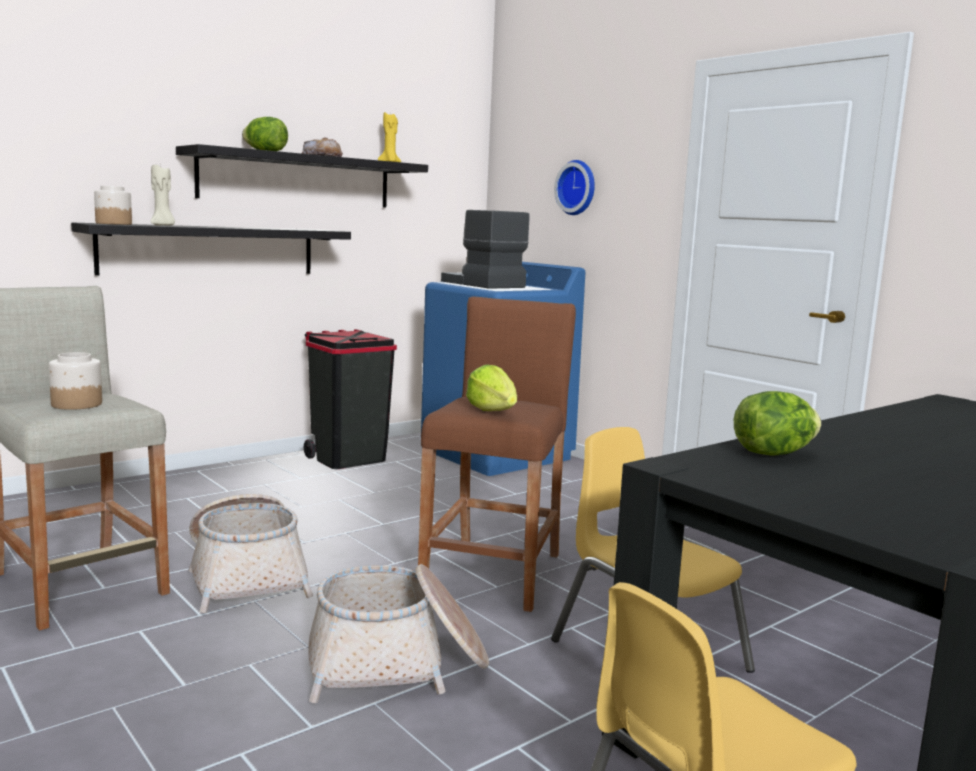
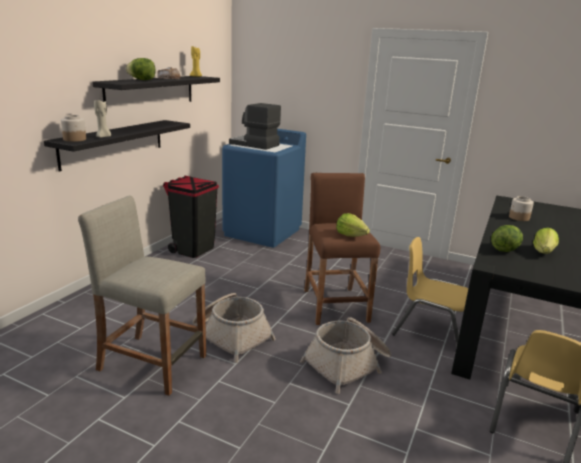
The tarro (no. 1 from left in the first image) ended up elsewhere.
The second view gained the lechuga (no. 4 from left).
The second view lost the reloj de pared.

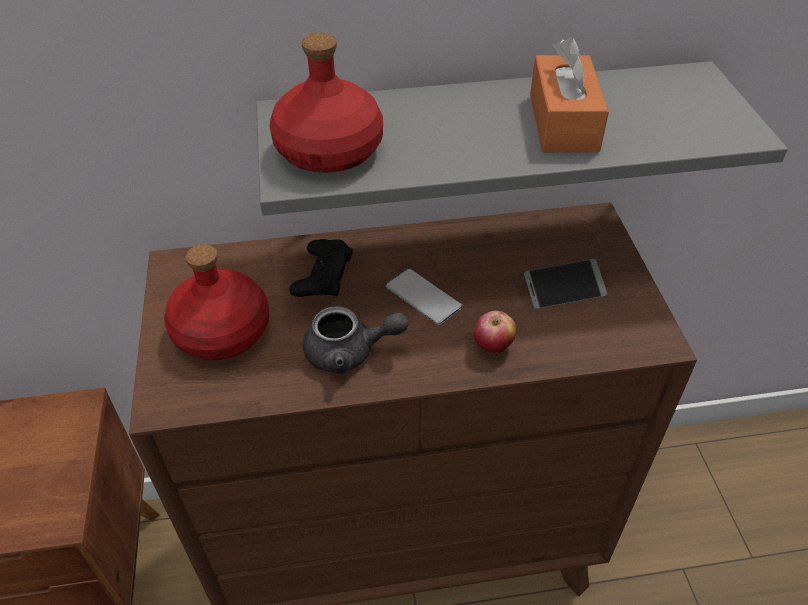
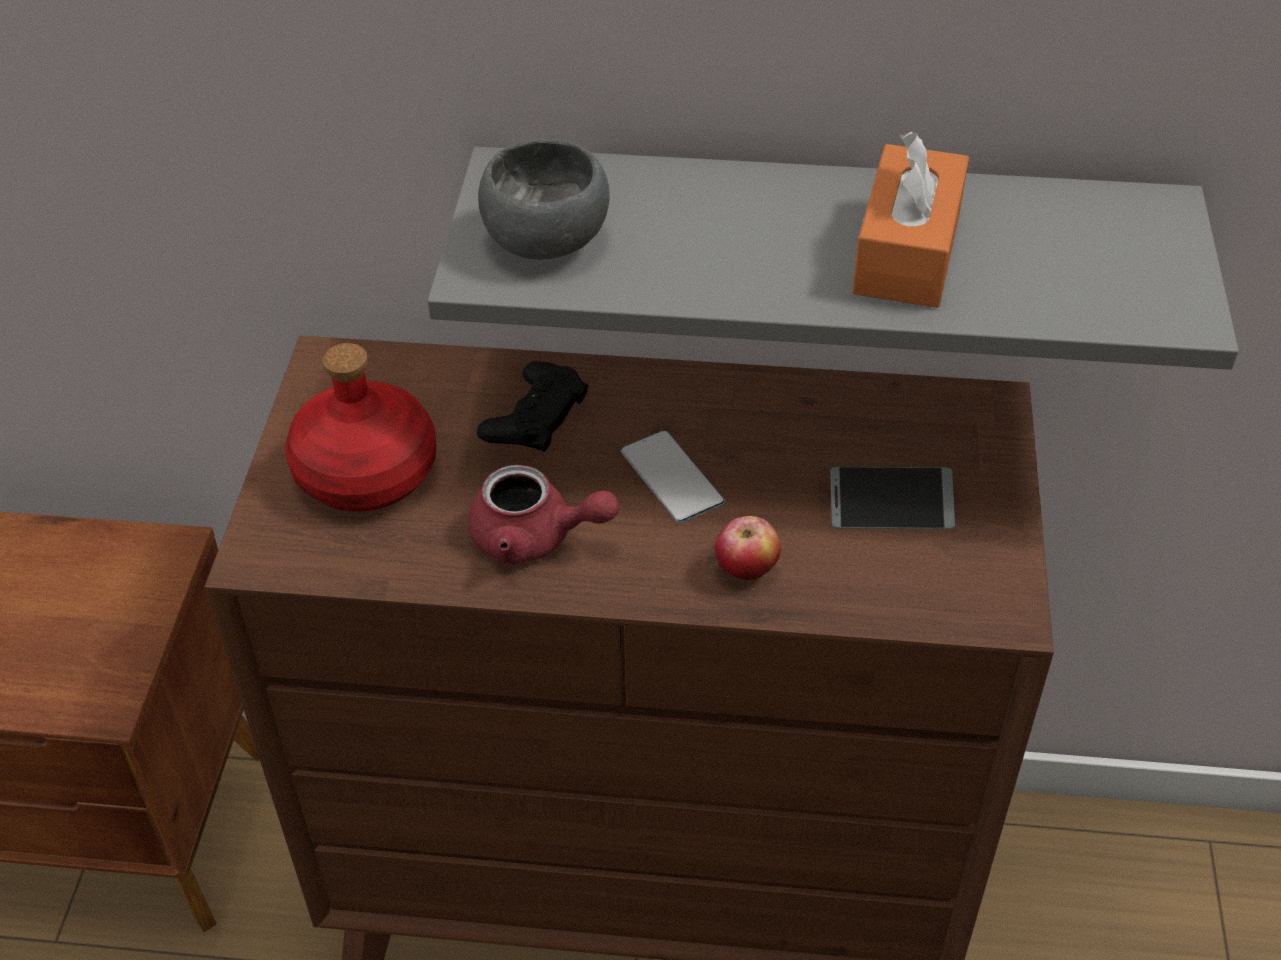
What was the tetera (gris) turned into the tetera (rojo).
Where the botella (rojo) (no. 2 from left) stood, the cuenco (gris) came to stand.

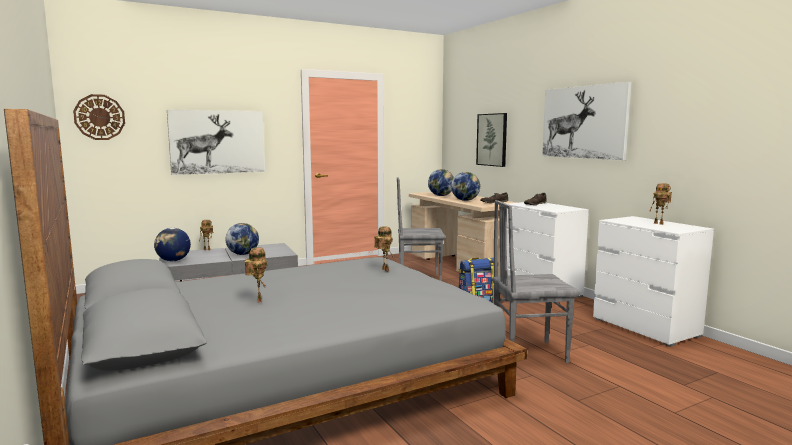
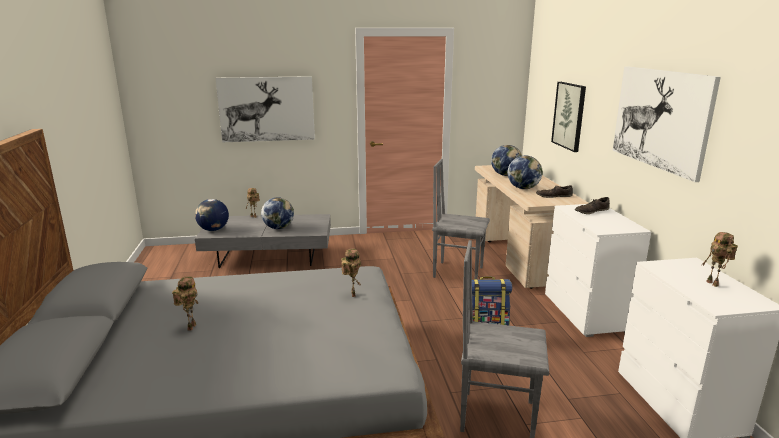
The second view lost the reloj de pared.

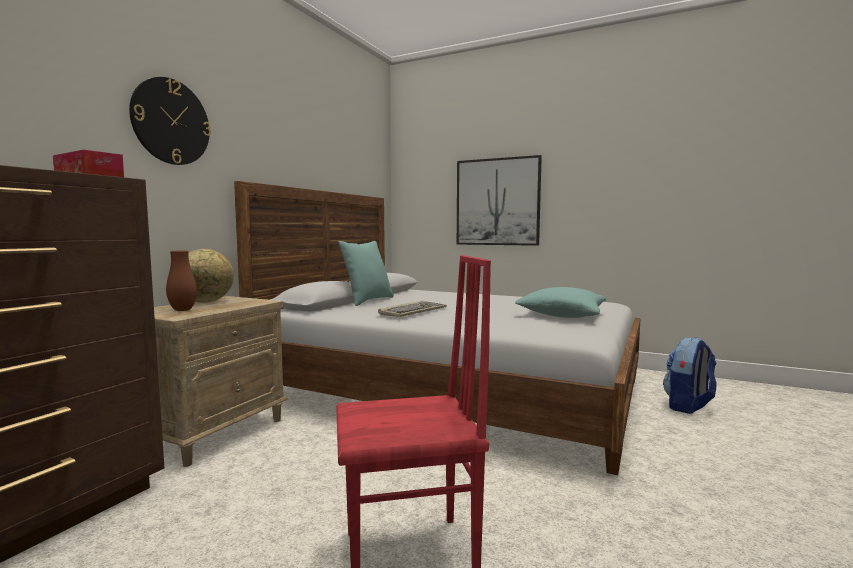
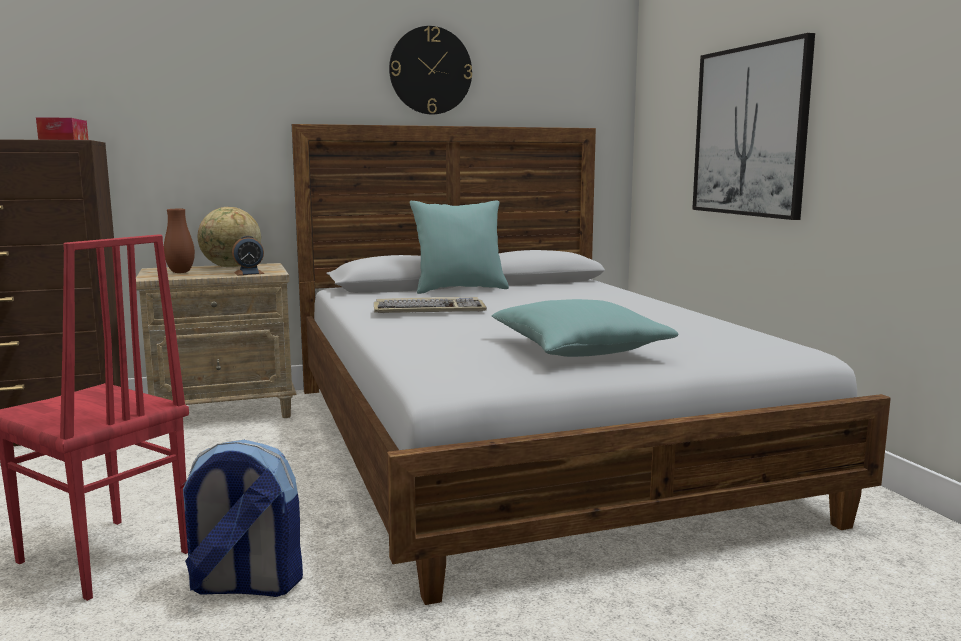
The mochila ended up elsewhere.
The second view gained the despertador.
The reloj de pared ended up elsewhere.

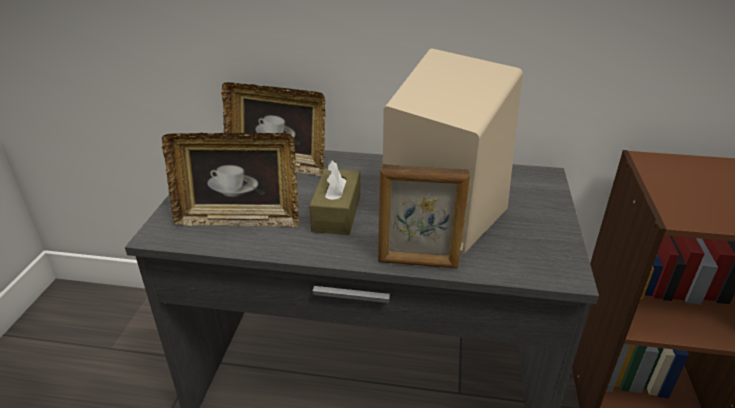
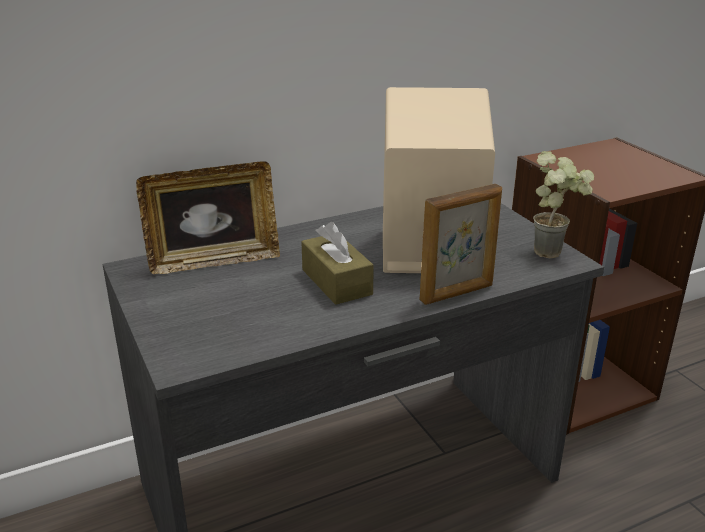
The second view gained the planta en maceta.
The second view lost the portarretratos (no. 1 from left).

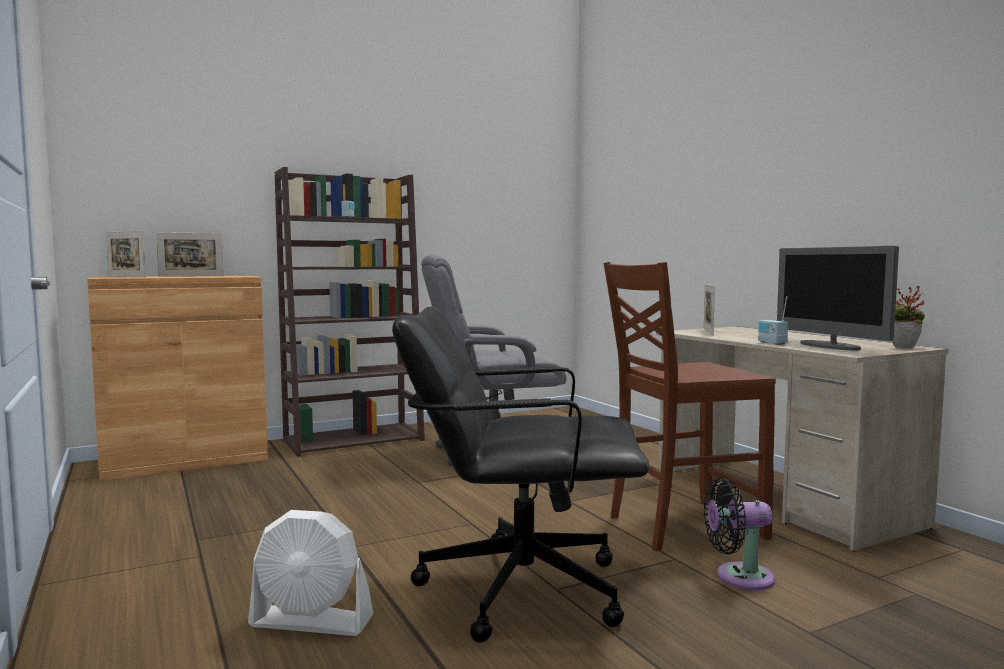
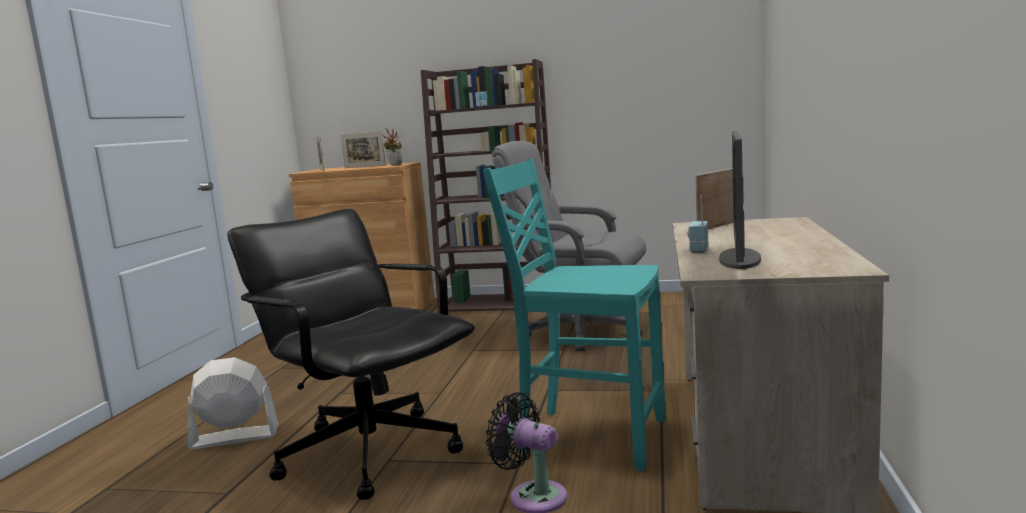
The ventilador (blanco) ended up facing another way, 120 degrees clockwise from before.
The planta en maceta ended up elsewhere.
What was the silla (marrón) turned into the silla (turquesa).

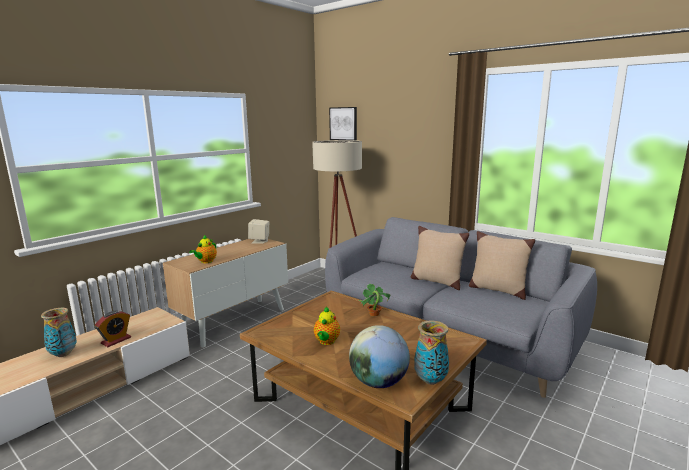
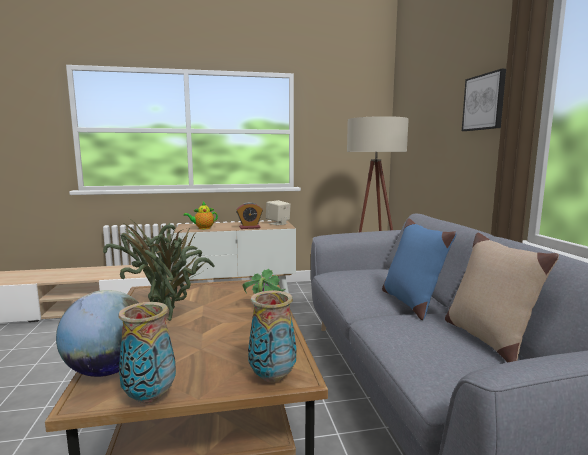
Where the tetera (no. 2 from left) stood, the planta en maceta (no. 1 from left) came to stand.
The despertador ended up elsewhere.
The florero (no. 1 from left in the first image) ended up elsewhere.
What was the cojín (beis) (no. 1 from left) turned into the cojín (azul).
The cuadro ended up elsewhere.

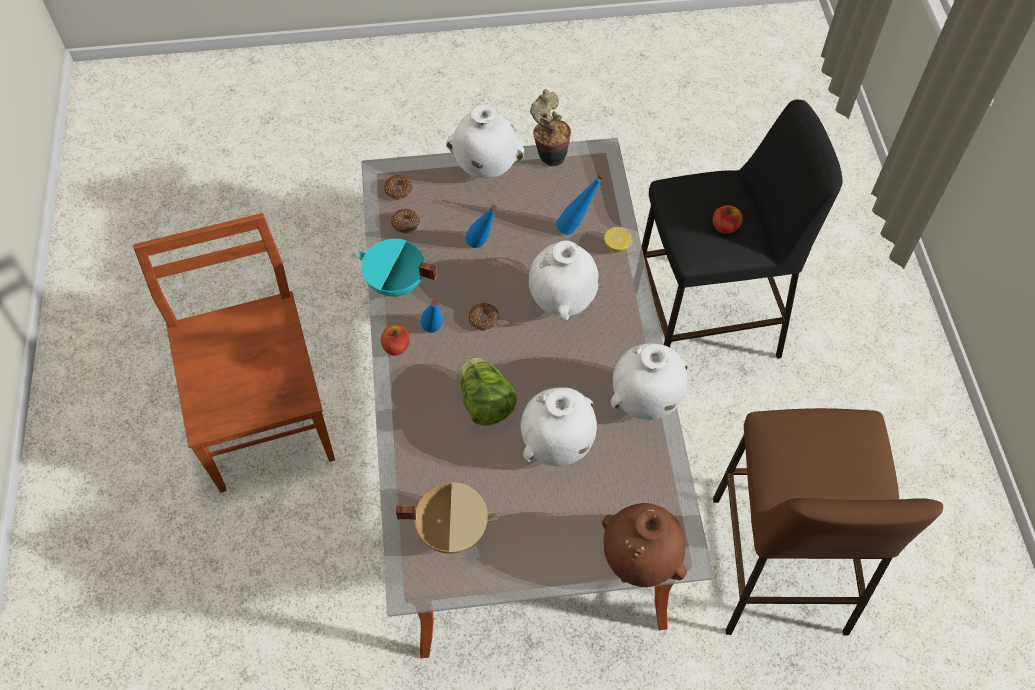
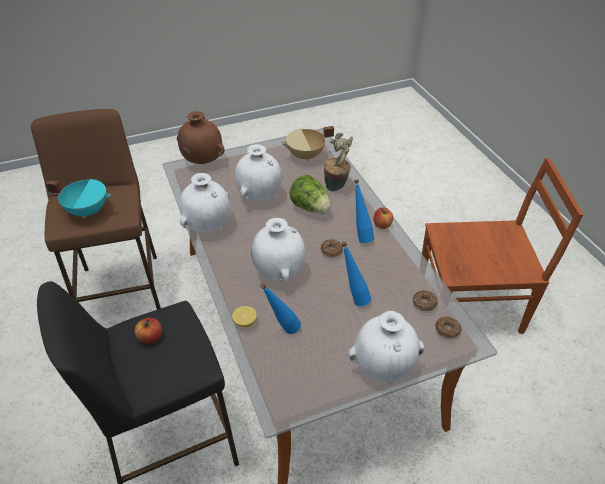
The olla (turquesa) ended up elsewhere.
The planta en maceta ended up elsewhere.
The silla (marrón) ended up facing another way, 60 degrees counterclockwise from before.

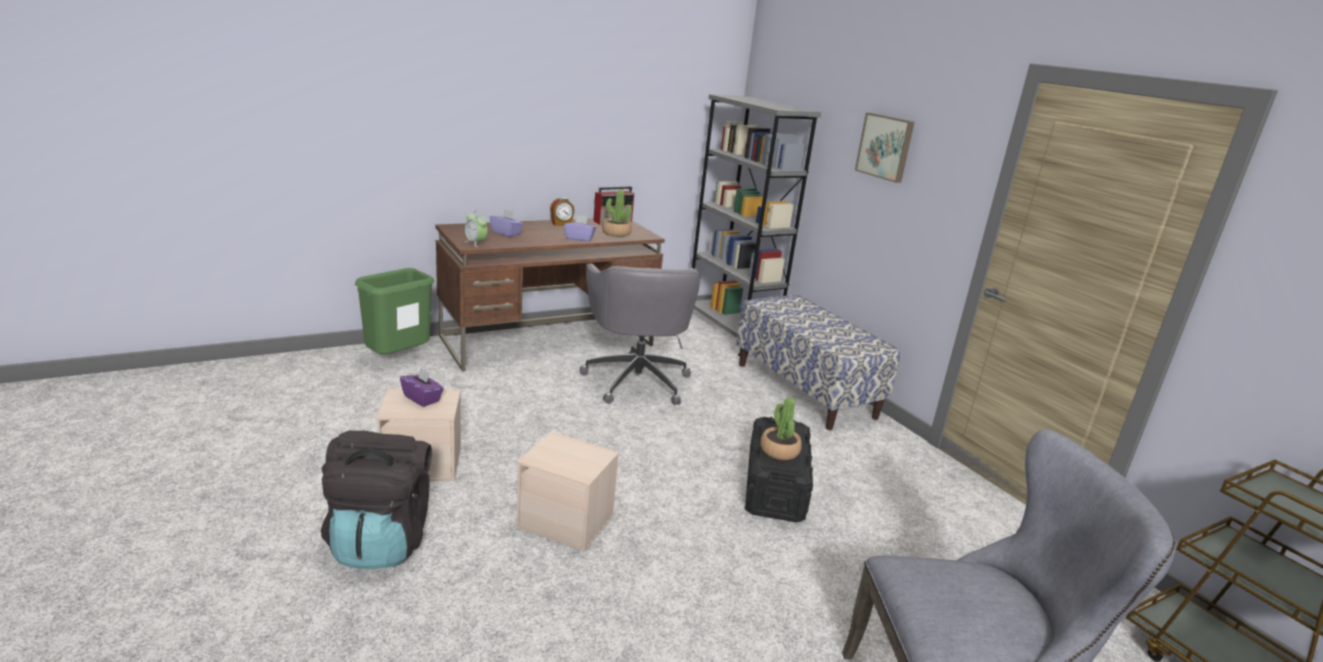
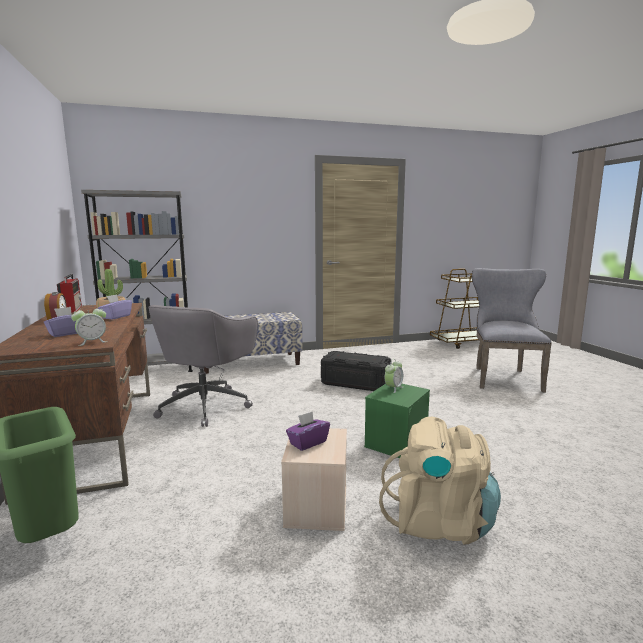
The silla de oficina (gris) ended up facing another way, 105 degrees clockwise from before.
What was the caja de almacenaje (beis) (no. 2 from left) turned into the caja de almacenaje (verde).
What was the mochila (negro) turned into the mochila (beis).
The second view gained the despertador (no. 3 from left).
The second view lost the planta en maceta (no. 2 from left).
The second view lost the cuadro.

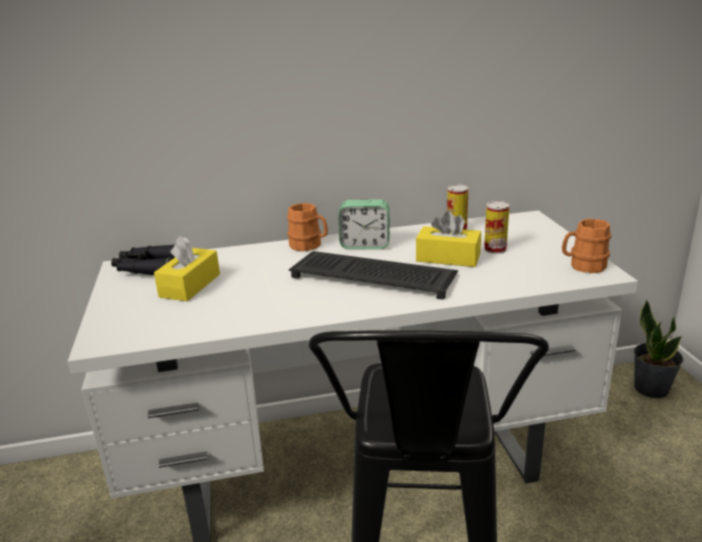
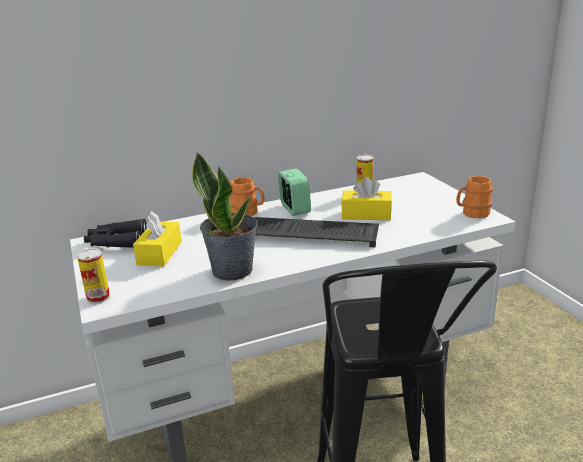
The lata (no. 2 from left in the first image) ended up elsewhere.
The planta en maceta ended up elsewhere.
The despertador ended up facing another way, 105 degrees counterclockwise from before.

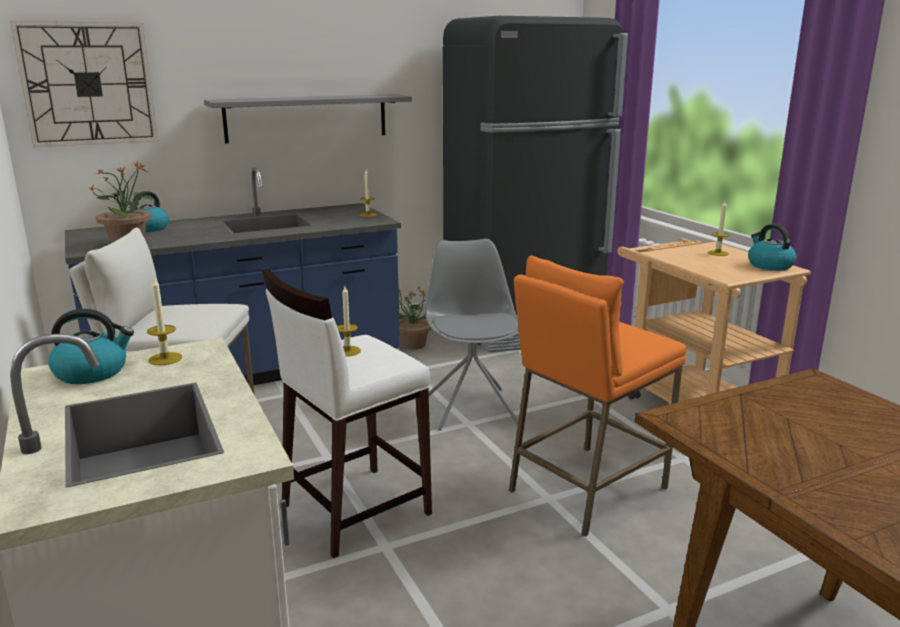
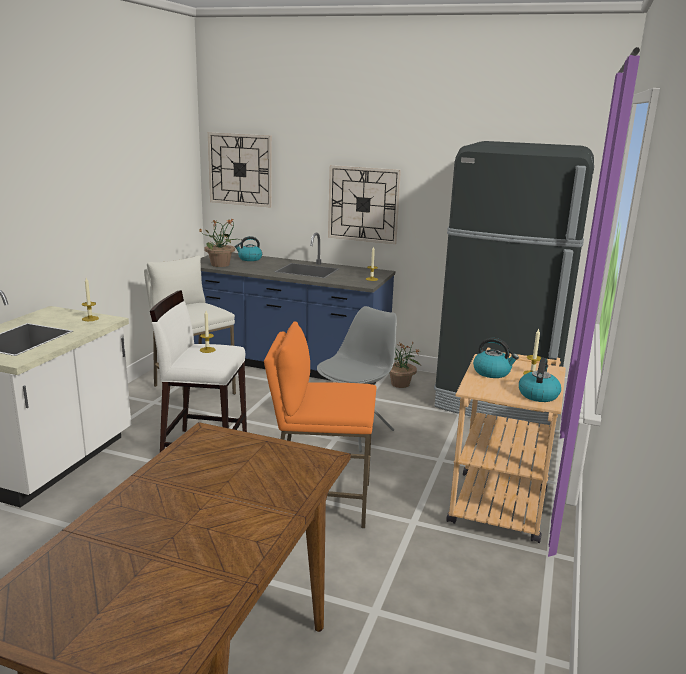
Where the estante (gris) hung, the reloj de pared (no. 2 from left) came to hang.
The hervidor (no. 1 from left in the first image) ended up elsewhere.

